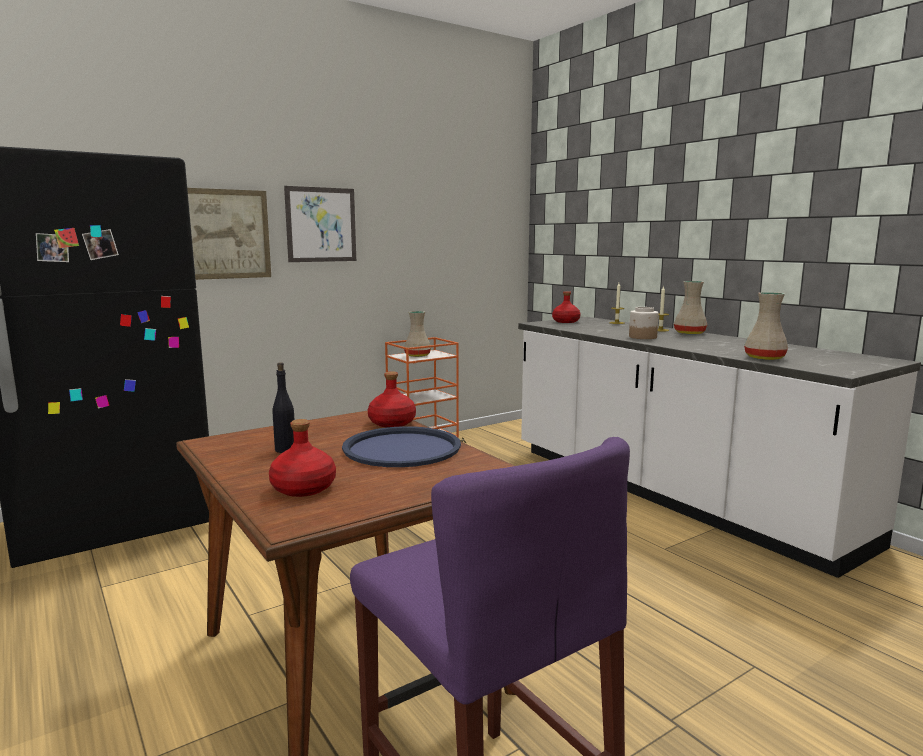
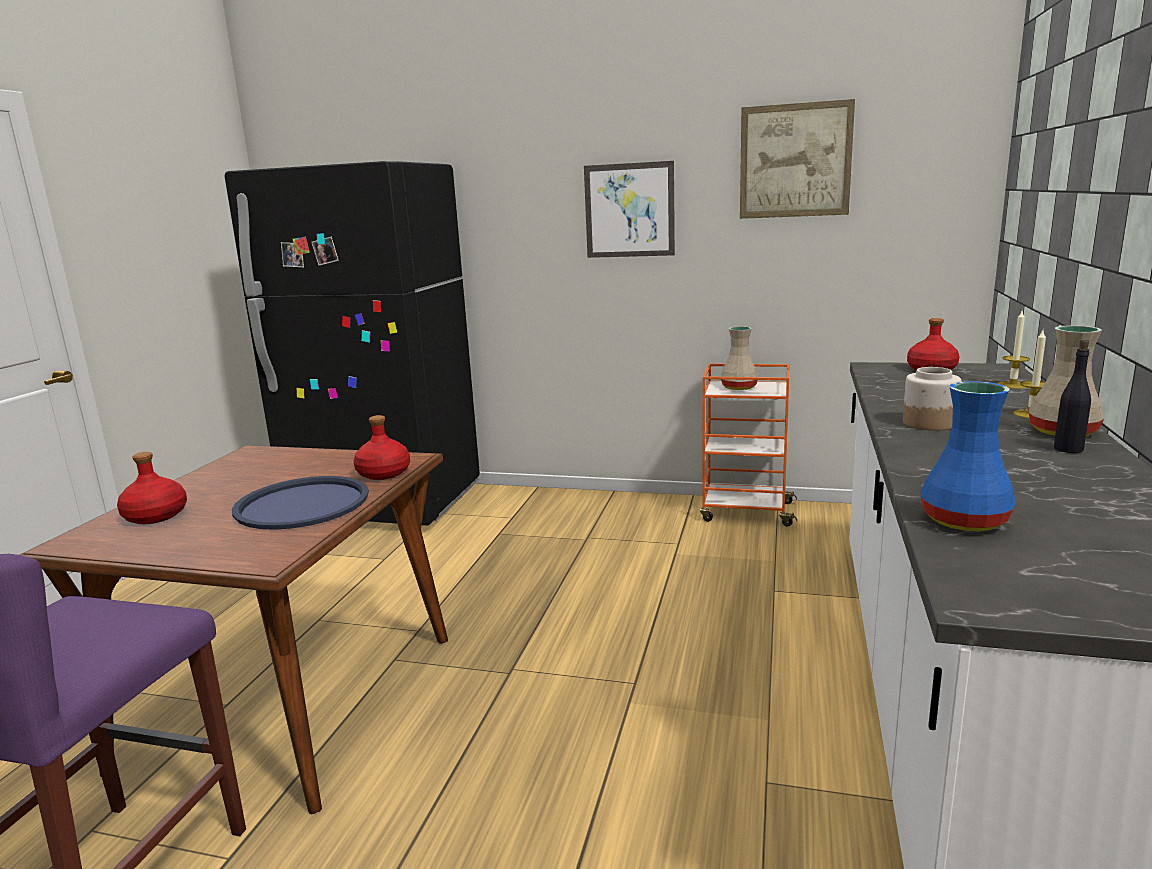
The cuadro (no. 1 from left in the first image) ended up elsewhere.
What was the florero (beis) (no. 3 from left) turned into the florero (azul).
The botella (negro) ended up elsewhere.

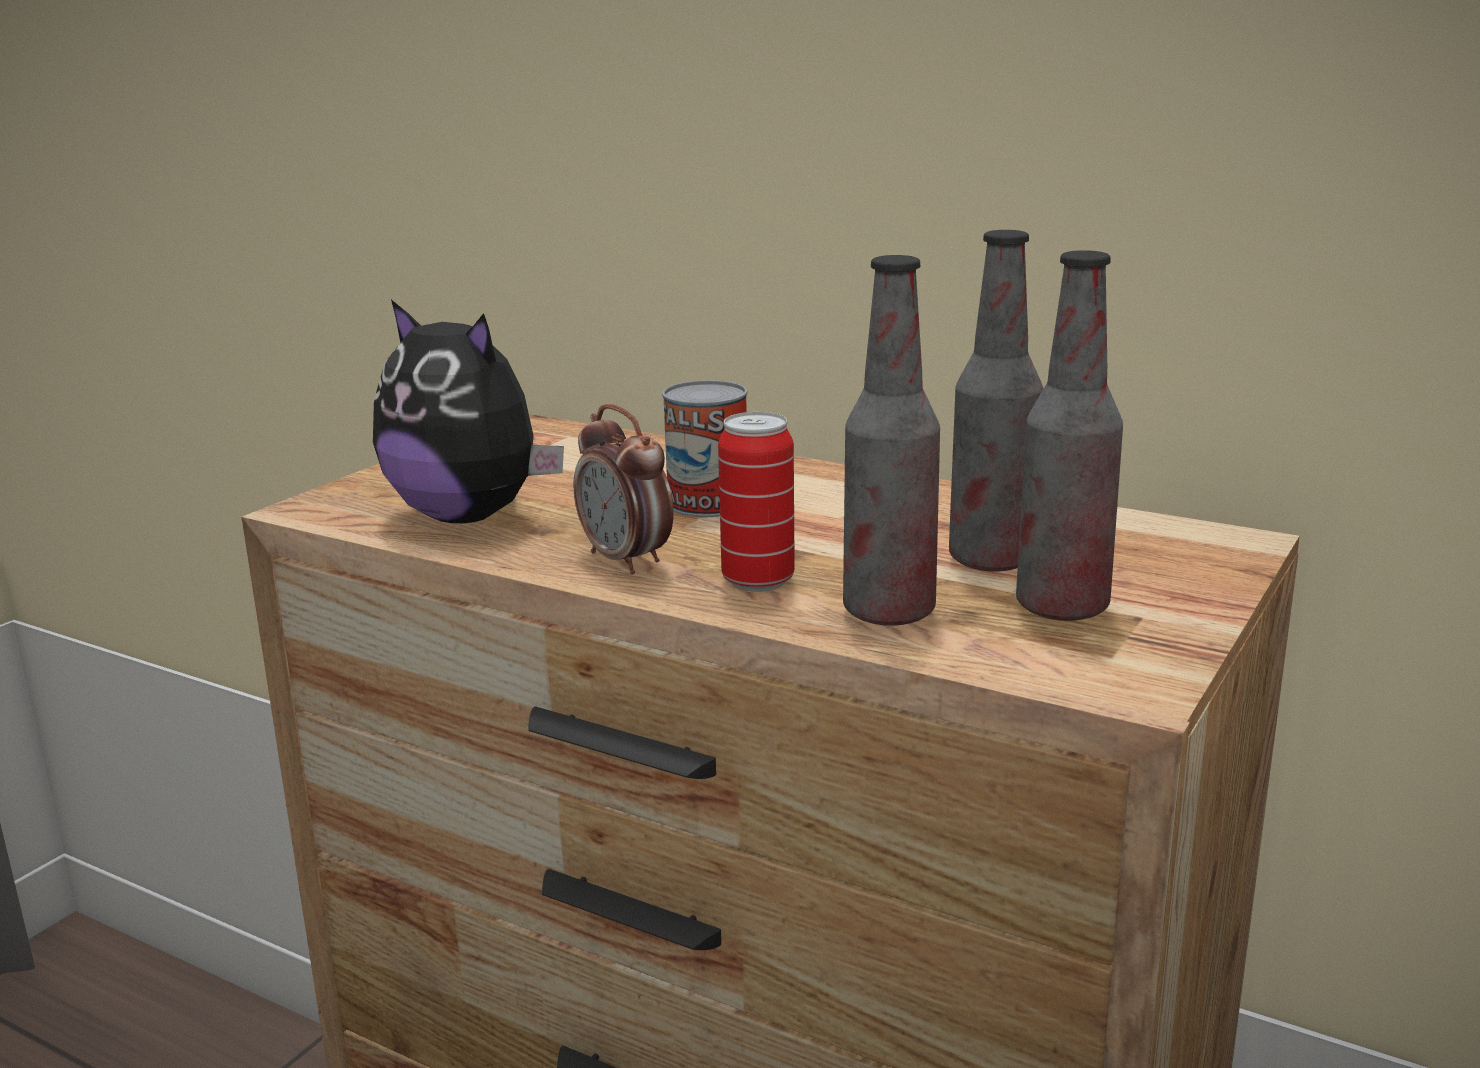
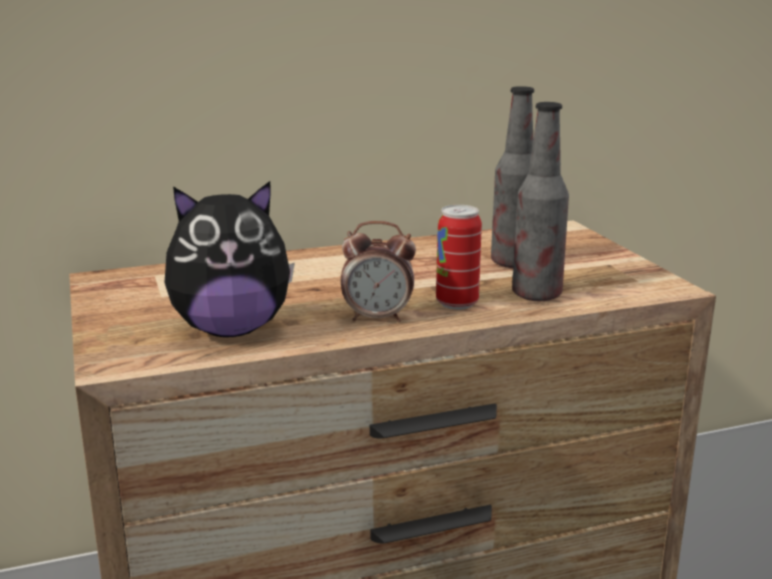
The second view lost the lata (no. 1 from left).
The second view lost the botella (no. 3 from left).

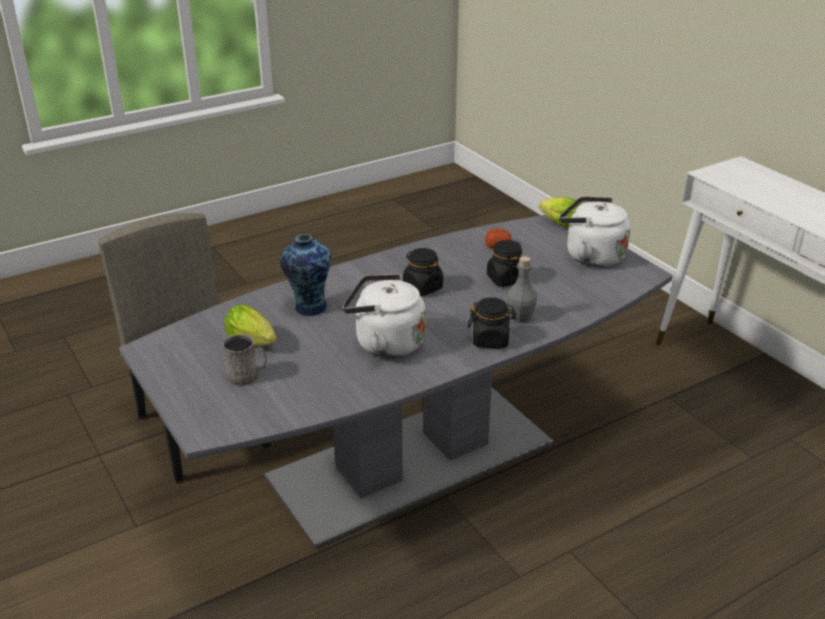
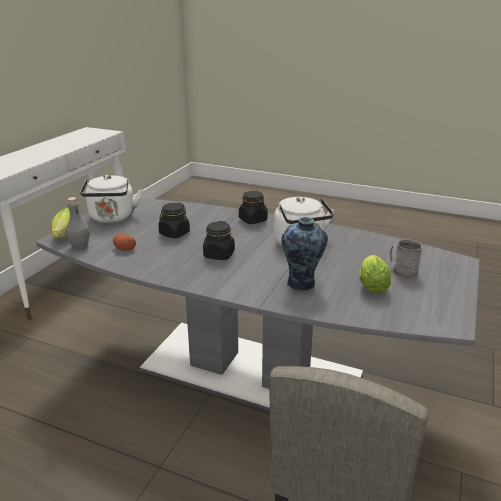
The botella (gris) ended up elsewhere.

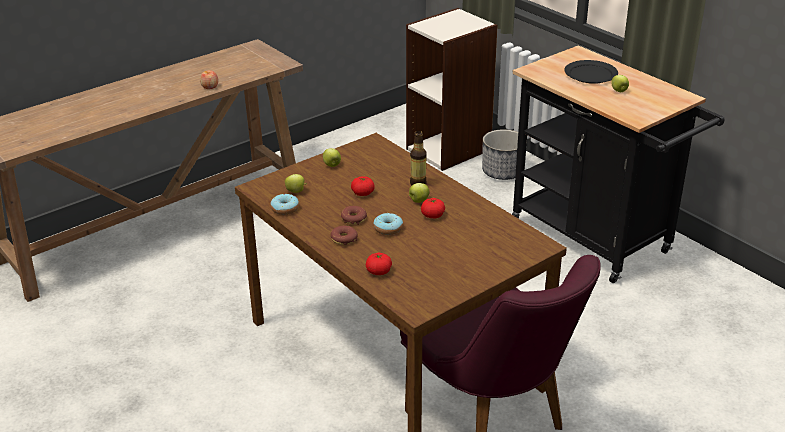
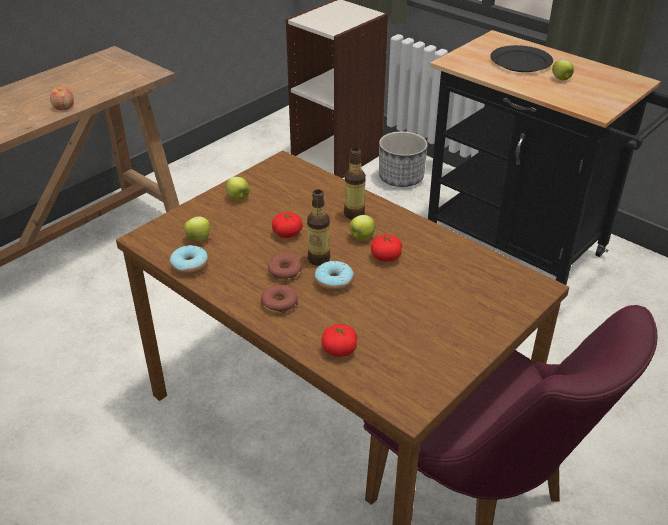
The second view gained the botella (no. 1 from left).

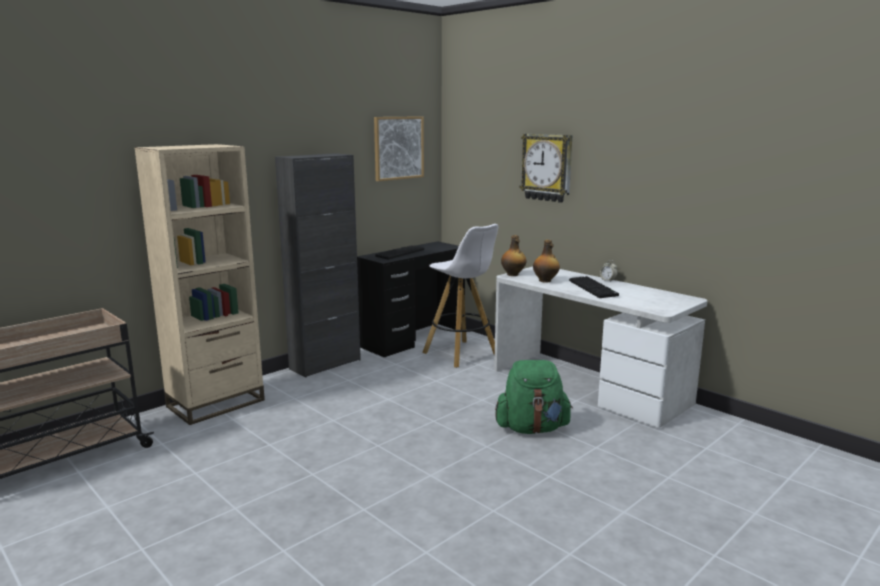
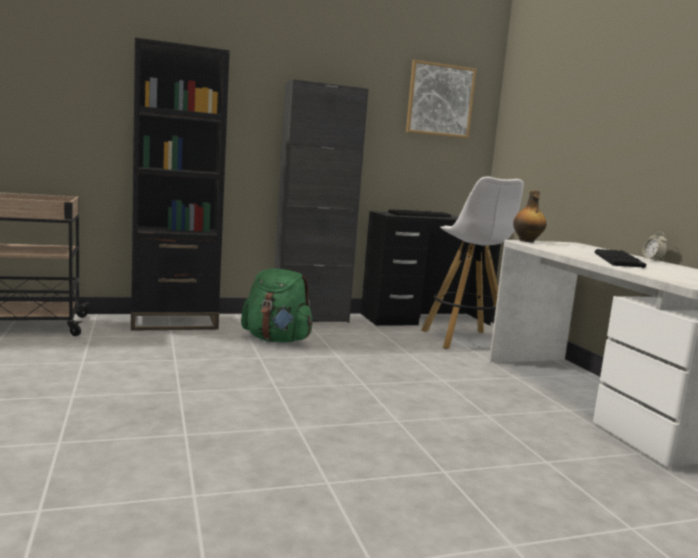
What was the estantería (beis) turned into the estantería (negro).
The mochila (verde) ended up elsewhere.
The second view lost the reloj de pared.
The second view lost the botella (no. 2 from left).

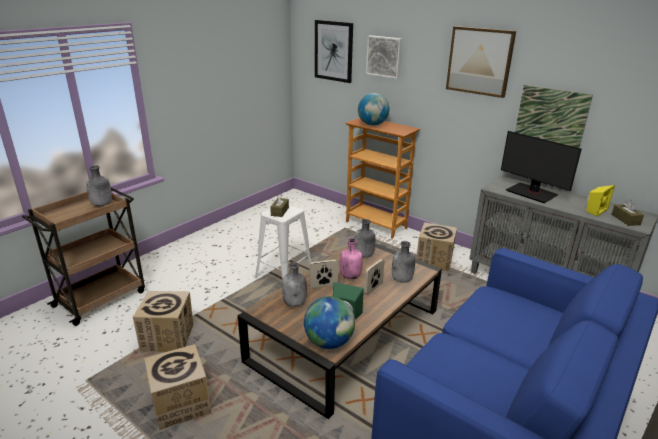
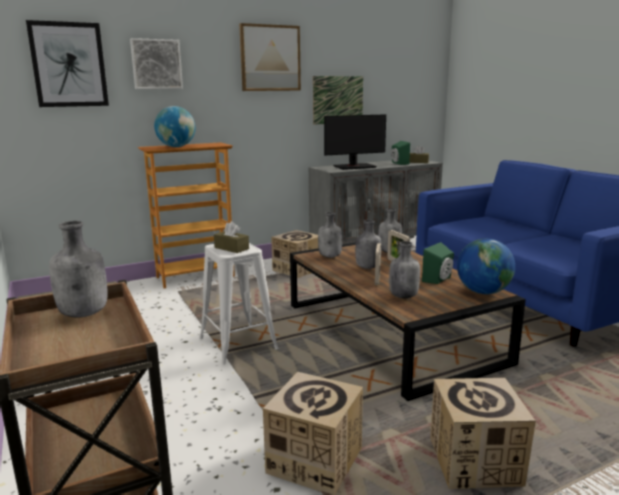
What was the botella (rosa) turned into the botella (gris) (no. 3 from left).
What was the altavoz (amarillo) turned into the altavoz (verde) (no. 1 from left).

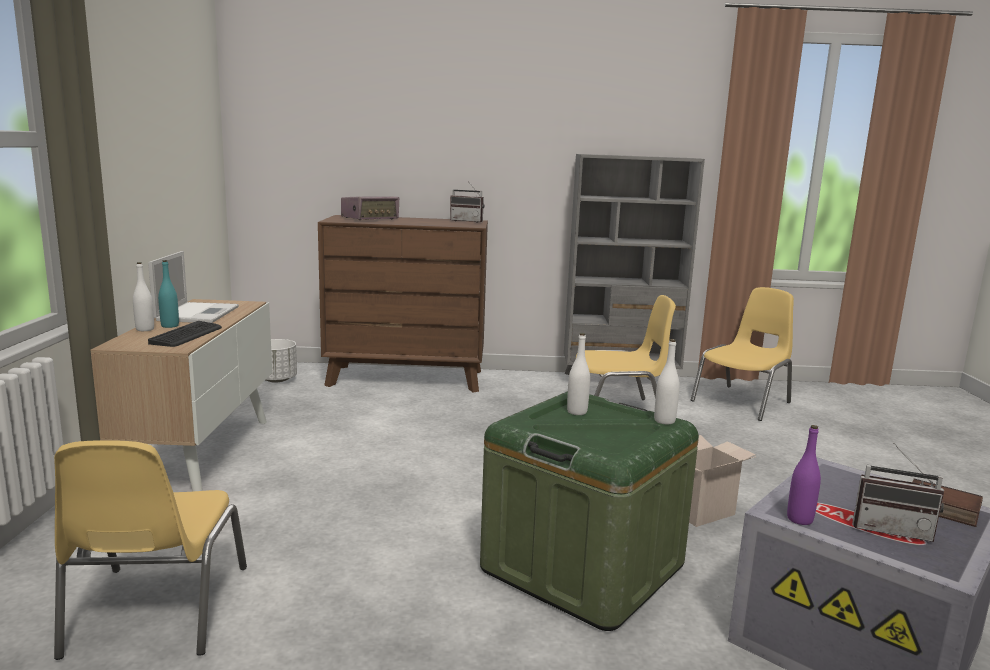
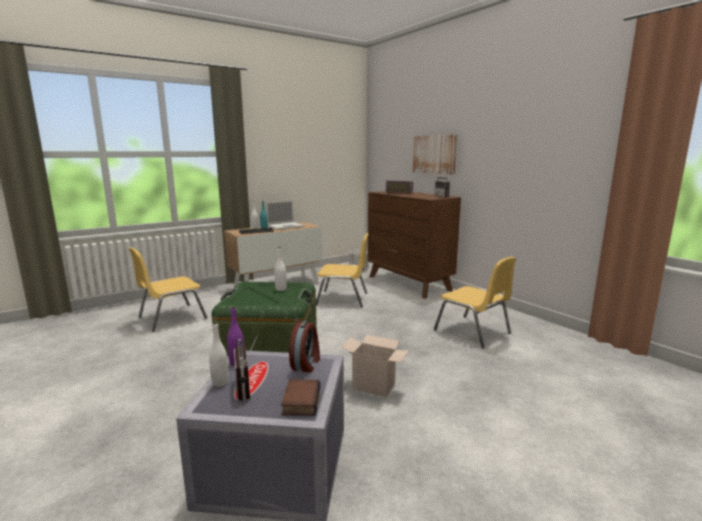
The botella (blanco) (no. 3 from left in the first image) ended up elsewhere.
The second view gained the despertador.
The silla (amarillo) (no. 3 from left in the first image) ended up elsewhere.
The second view gained the cuadro.
The second view lost the estantería (gris).

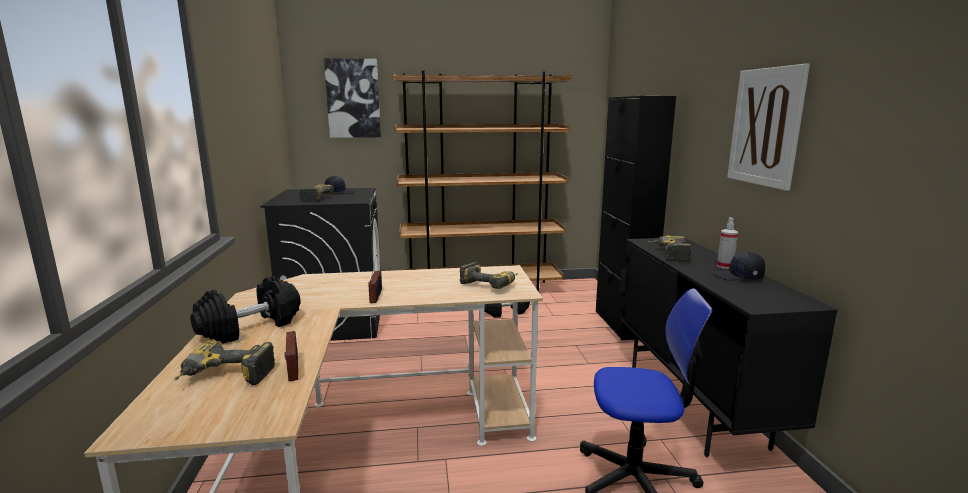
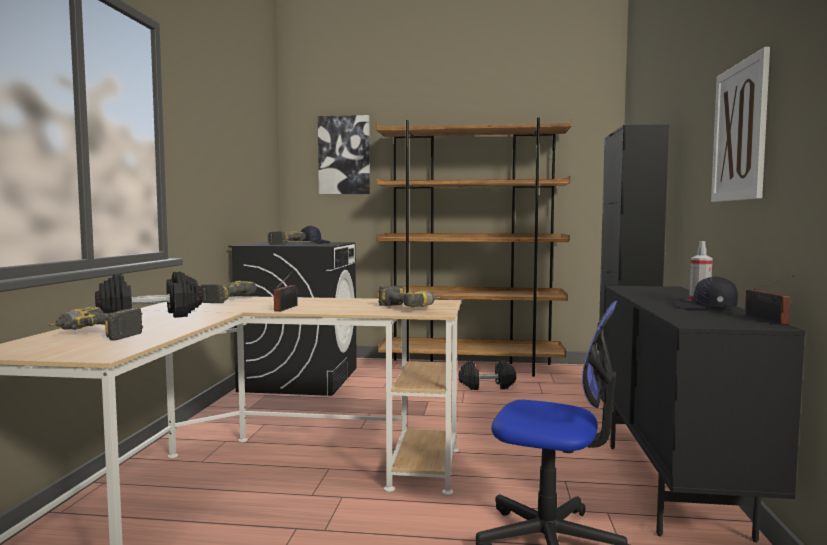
The taladro (no. 4 from left in the first image) ended up elsewhere.
The radio (no. 1 from left in the first image) ended up elsewhere.

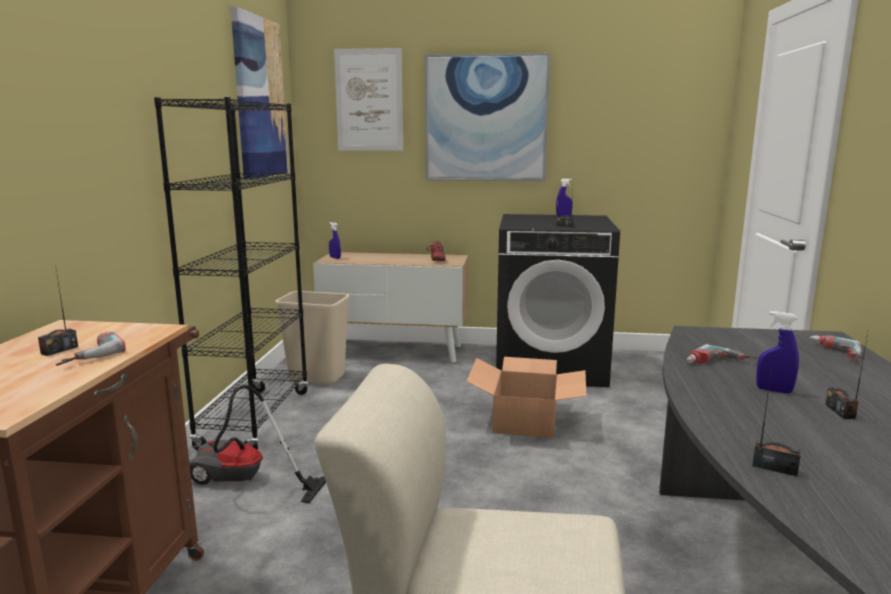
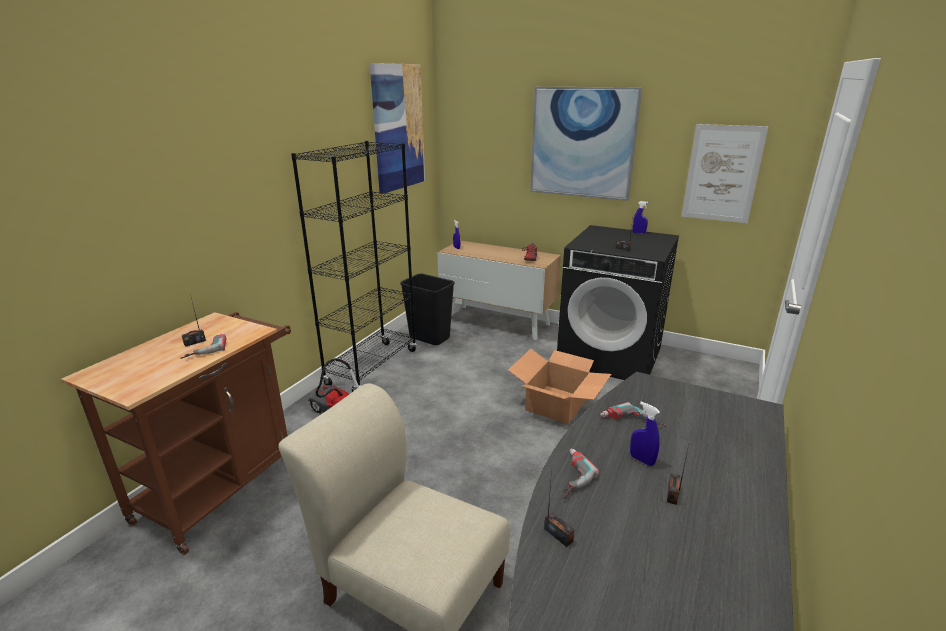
What was the papelera (beis) turned into the papelera (negro).
The taladro (no. 3 from left in the first image) ended up elsewhere.
The cuadro (no. 2 from left in the first image) ended up elsewhere.

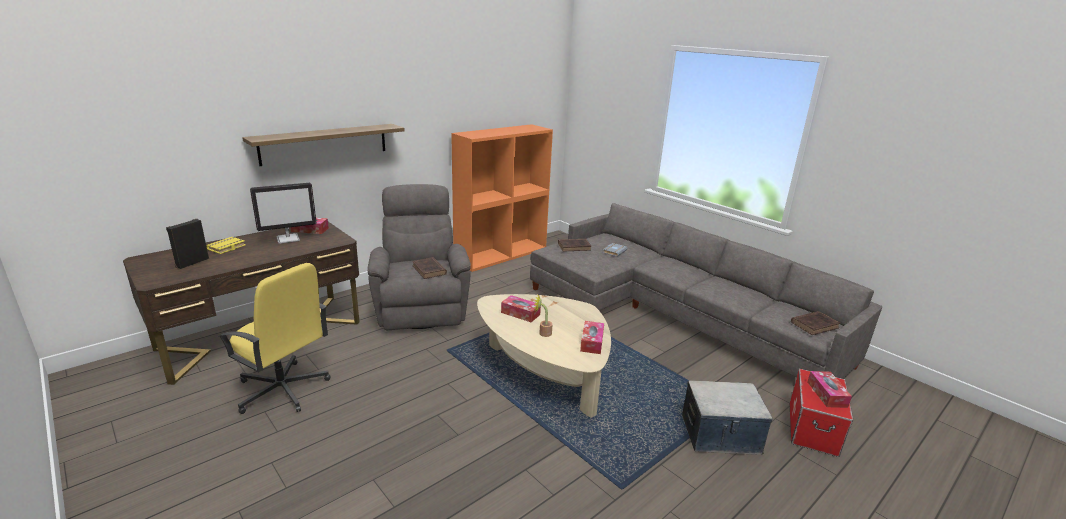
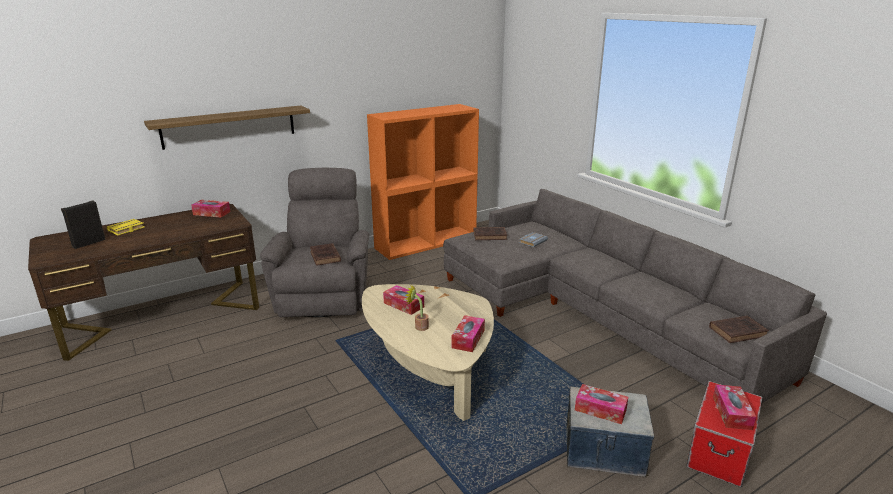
The second view gained the caja de pañuelos (no. 4 from left).
The second view lost the silla de oficina (amarillo).
The second view lost the monitor.

